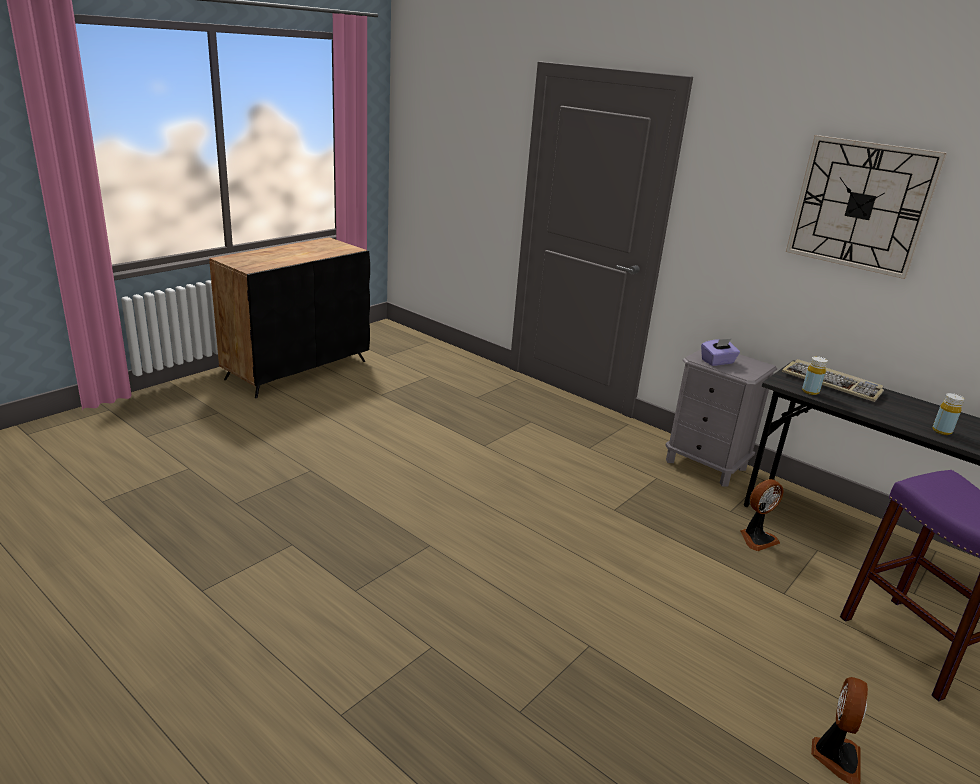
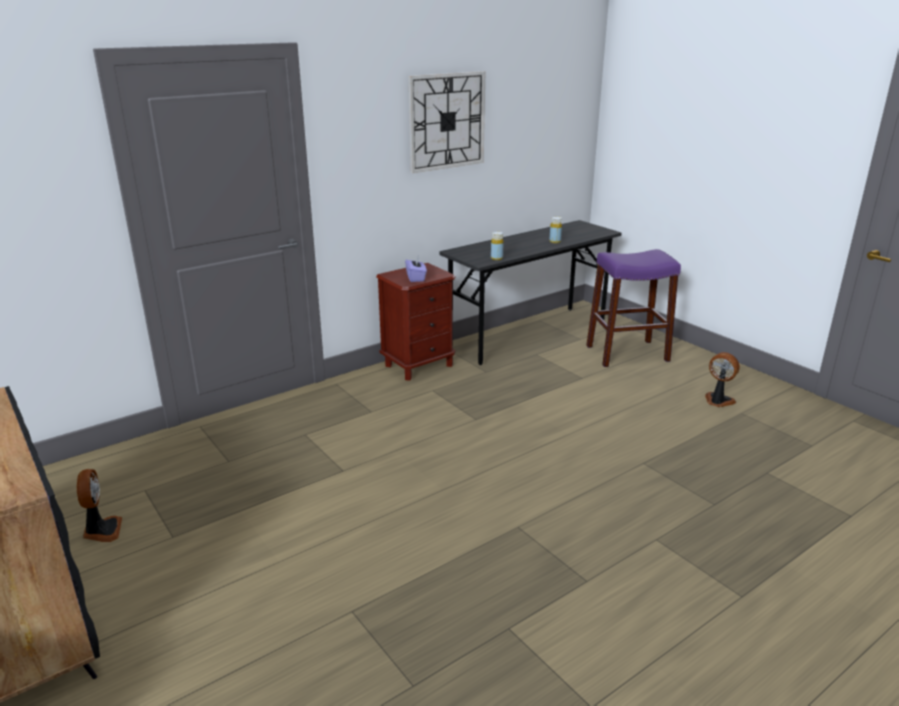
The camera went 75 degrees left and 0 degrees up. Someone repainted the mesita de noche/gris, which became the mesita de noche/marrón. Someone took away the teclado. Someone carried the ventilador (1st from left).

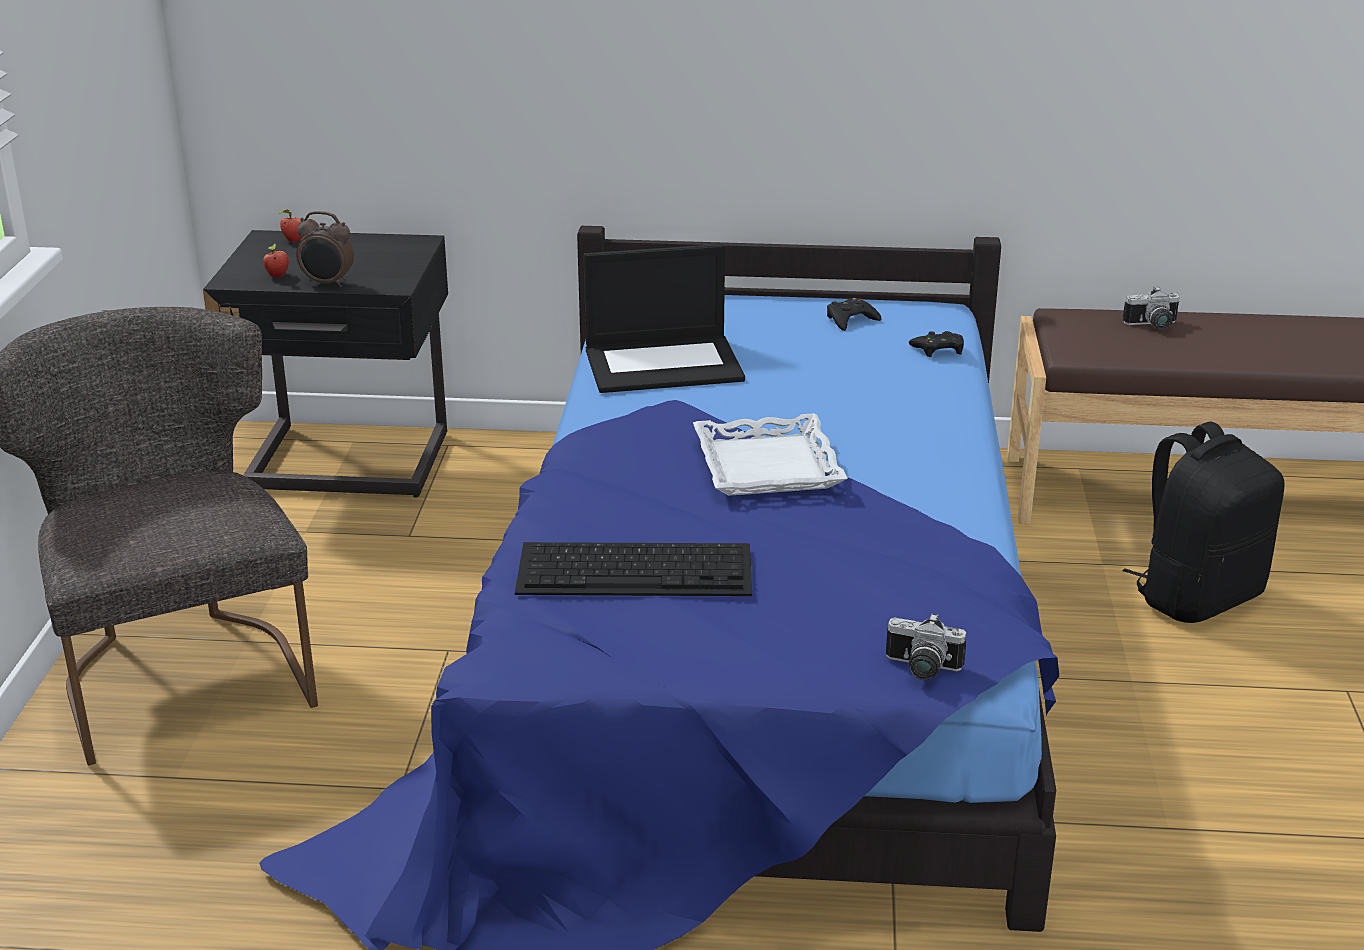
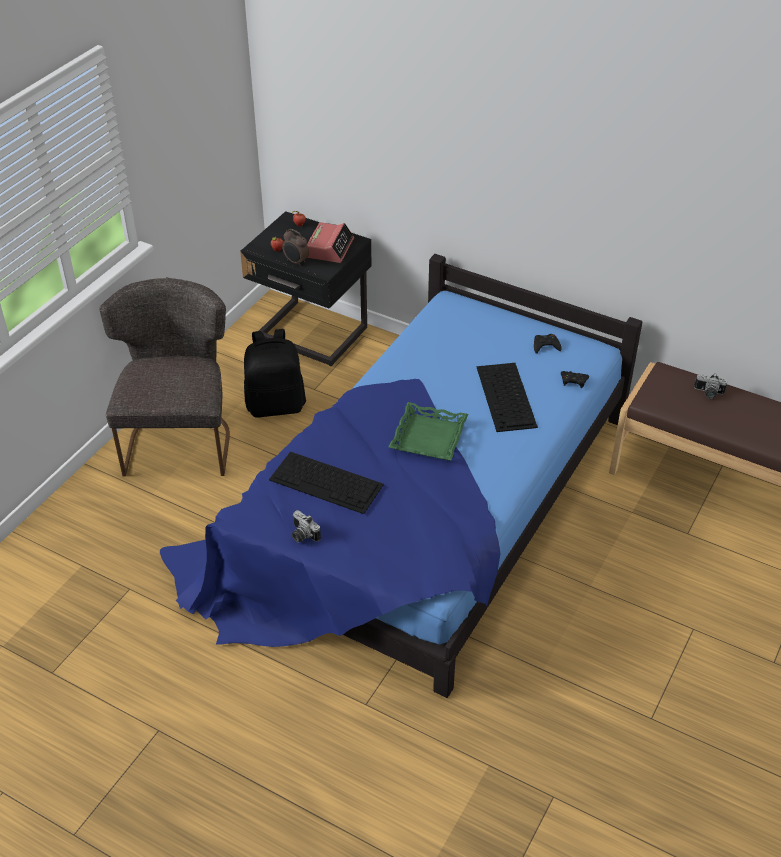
The camera went 25 degrees right and 15 degrees up. Someone took away the portátil. Someone repainted the bandeja/blanco, which became the bandeja/verde. Someone carried the mochila/negro. Someone carried the cámara (1st from left). Someone put down the despertador (2nd from left). Someone put down the teclado (2nd from left).

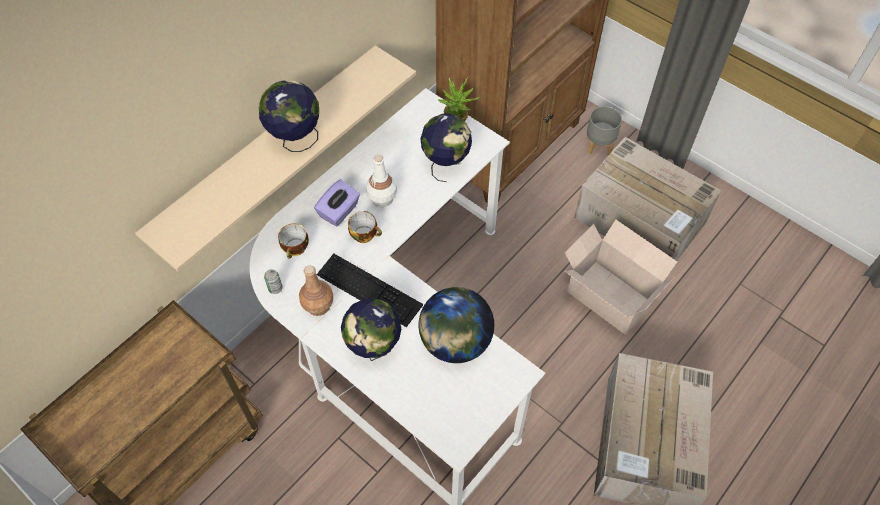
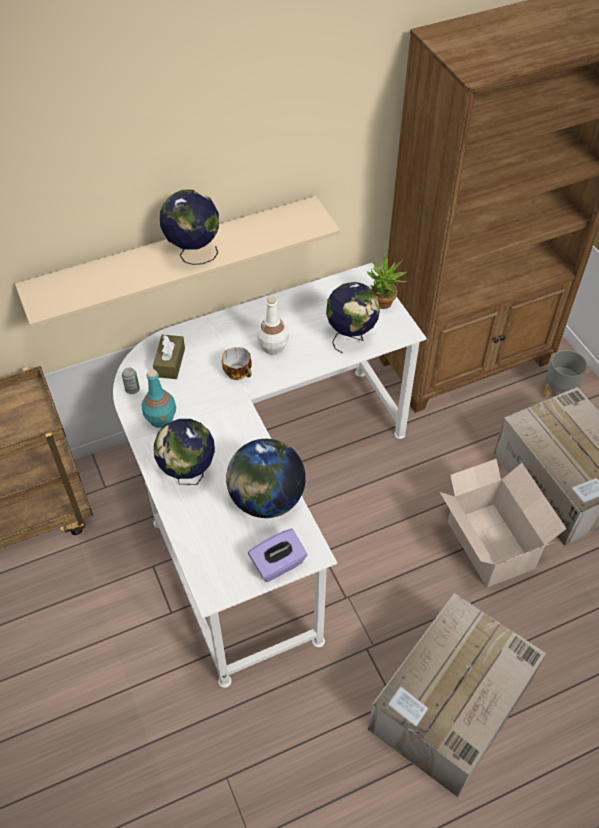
The camera went 25 degrees right and 5 degrees down. Someone carried the caja de pañuelos/morado. Someone swapped the taza (1st from left) for the caja de pañuelos/marrón. Someone took away the teclado. Someone repainted the botella/marrón, which became the botella/turquesa.

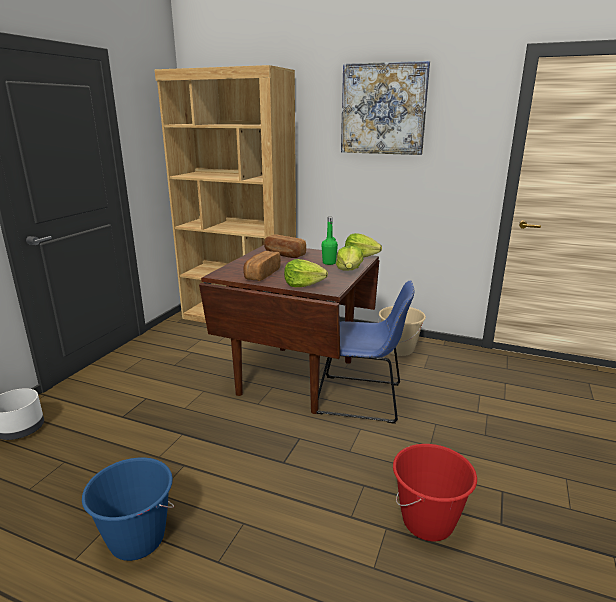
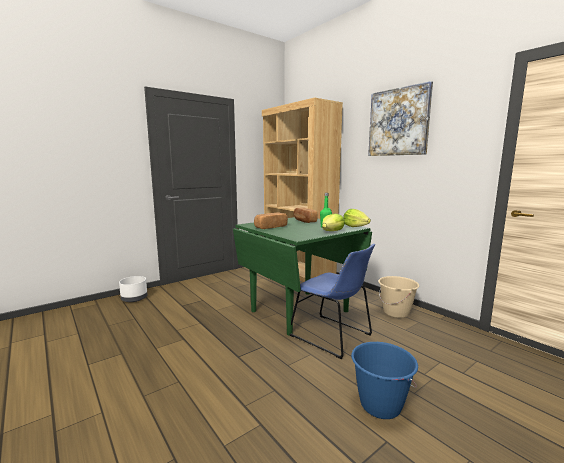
The camera went 30 degrees right and 10 degrees down. Someone repainted the mesa de comedor/marrón, which became the mesa de comedor/verde. Someone took away the lechuga (1st from left). Someone took away the cubo/rojo. Someone carried the cubo/azul.

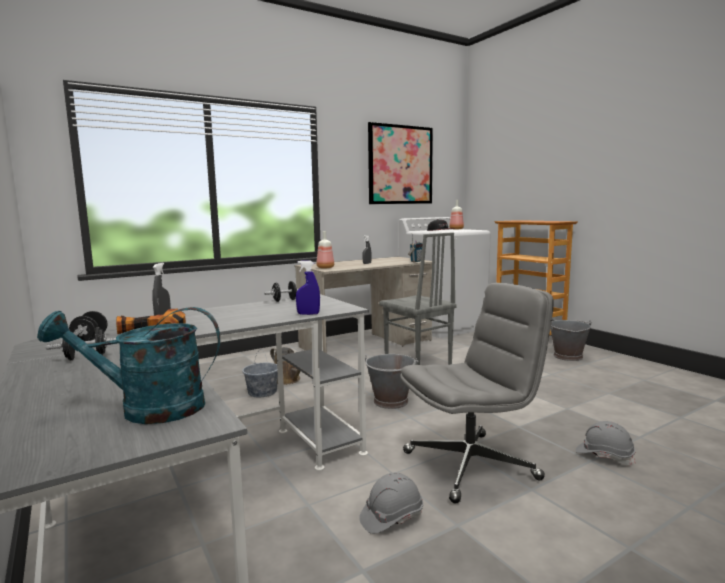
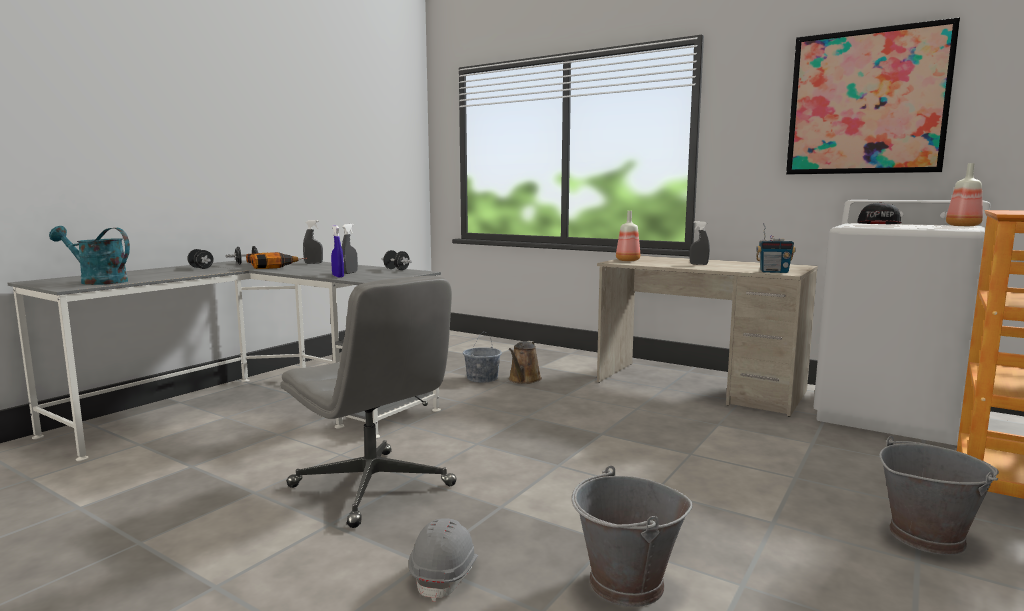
The camera went 65 degrees right and 0 degrees up. Someone took away the silla/gris. Someone rotated the regadera/turquesa by 45 degrees counterclockwise. Someone carried the cubo/gris (2nd from left). Someone took away the casco/gris (1st from left). Someone put down the pulverizador/gris (2nd from left).

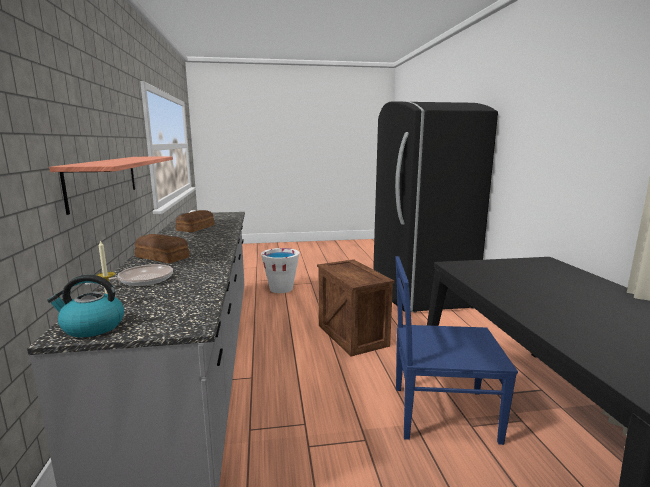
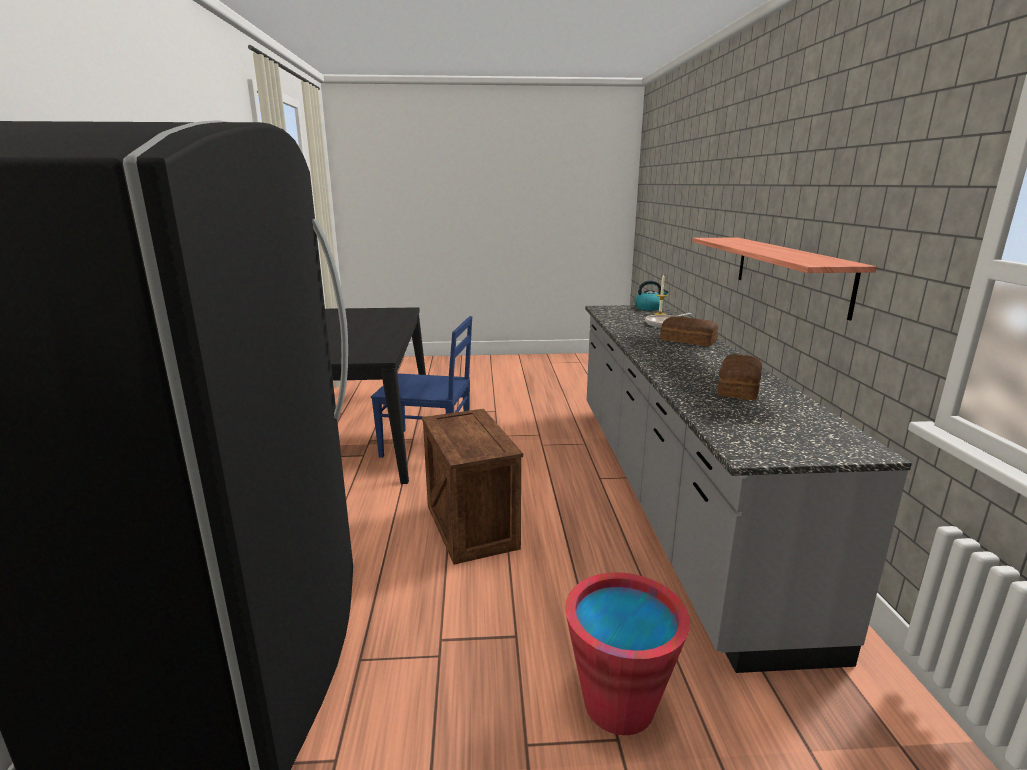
The camera went 175 degrees left and 5 degrees up. Someone repainted the cubo/blanco, which became the cubo/rojo.

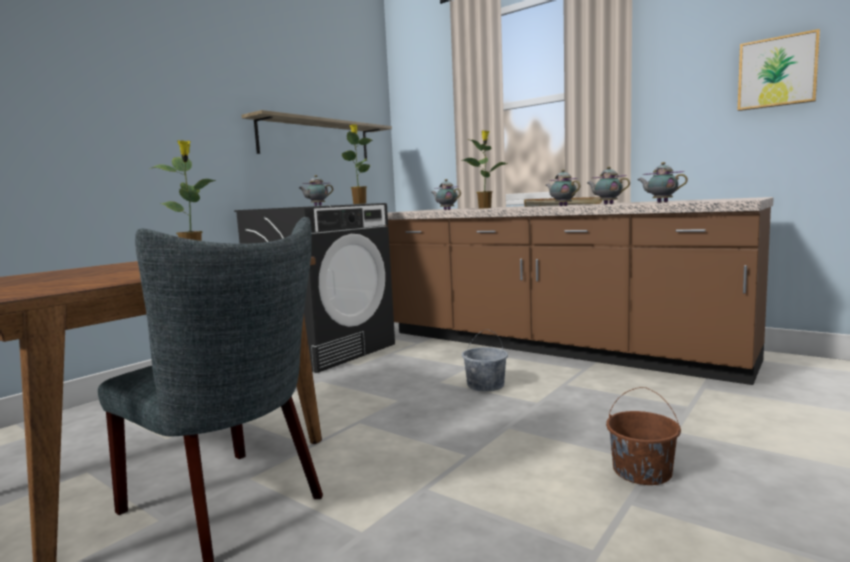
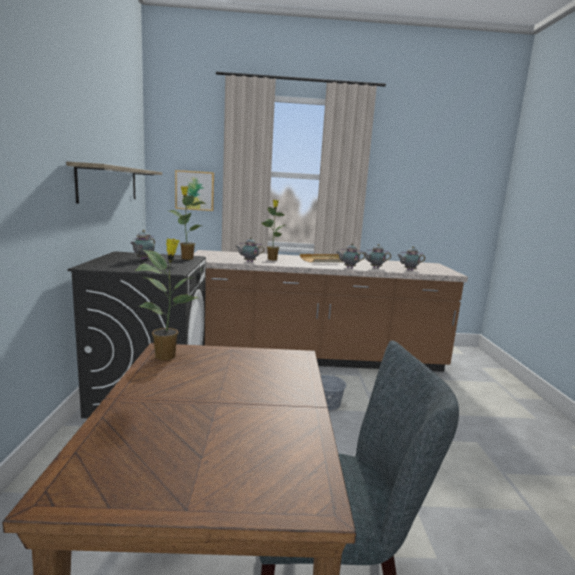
The camera went 40 degrees left and 5 degrees up. Someone carried the cuadro. Someone took away the cubo/marrón.

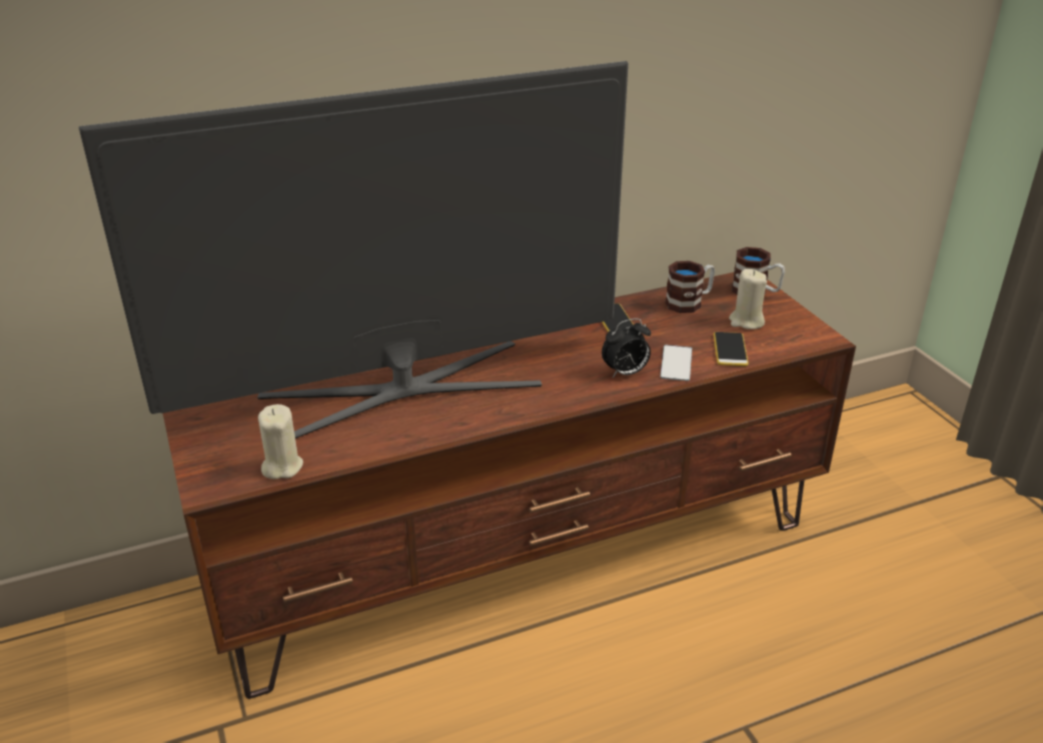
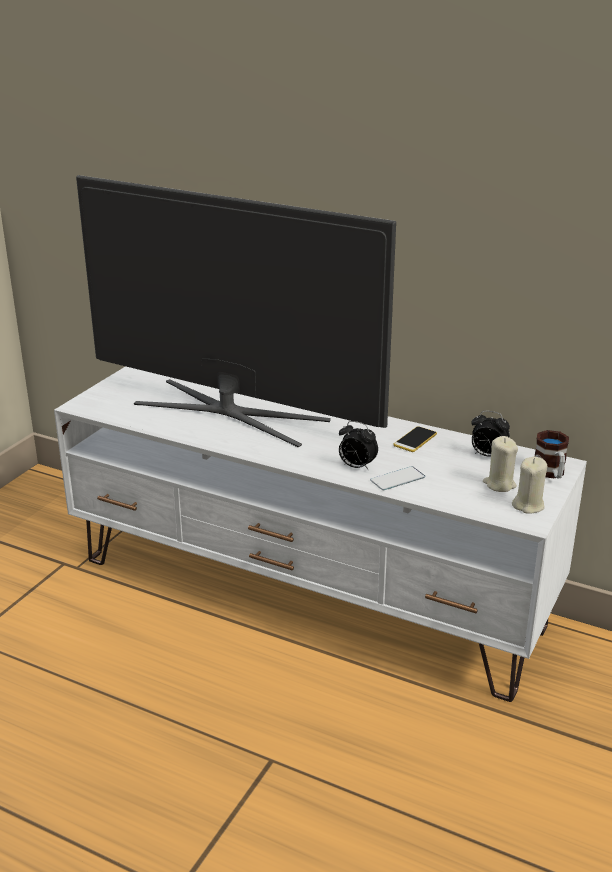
The camera went 50 degrees right and 5 degrees down. Someone swapped the taza grande (1st from left) for the despertador (2nd from left). Someone repainted the mueble de televisión/marrón, which became the mueble de televisión/blanco. Someone took away the móvil (3rd from left). Someone carried the vela/beis (1st from left in the first image).

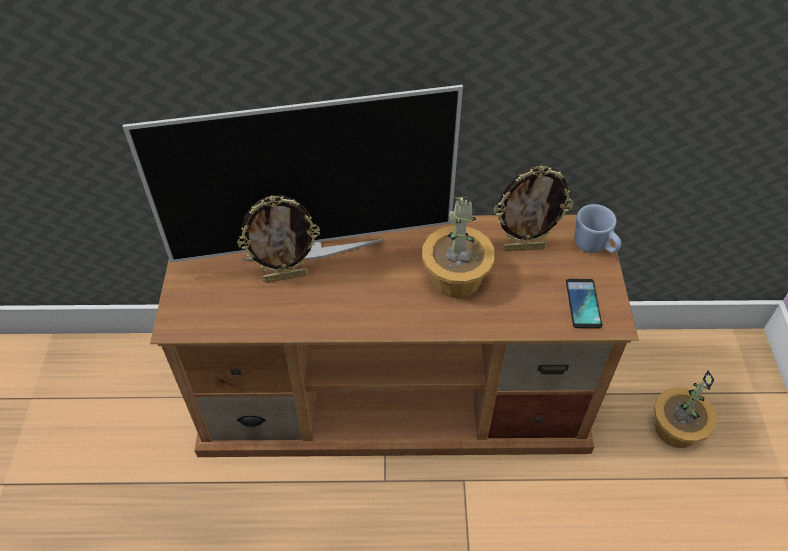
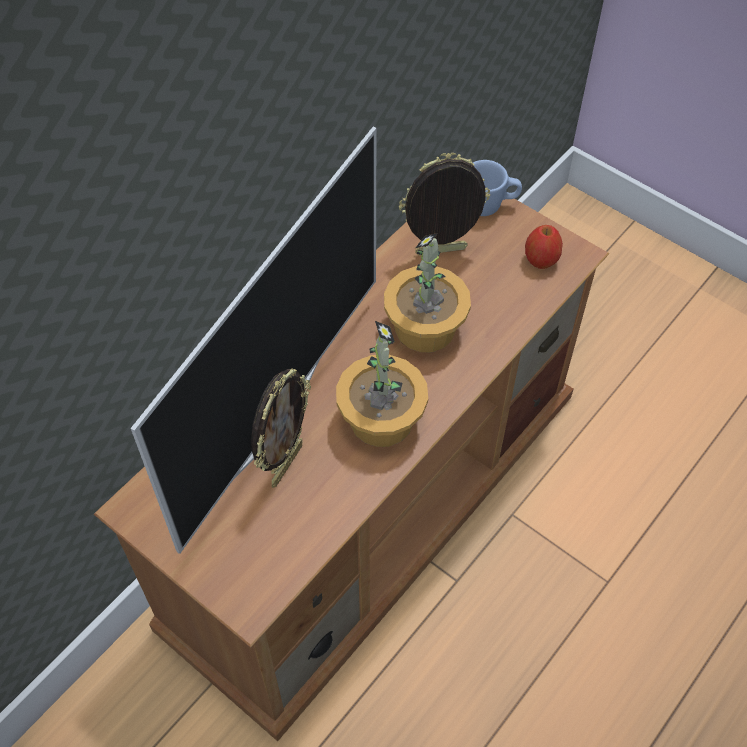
The camera went 50 degrees left and 5 degrees up. Someone rotated the portarretratos (2nd from left) by 135 degrees counterclockwise. Someone swapped the móvil for the manzana. Someone carried the planta en maceta (2nd from left in the first image).

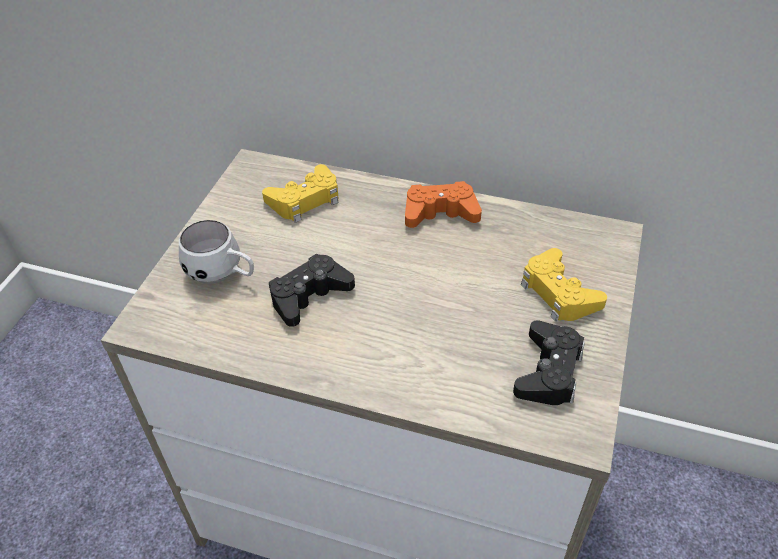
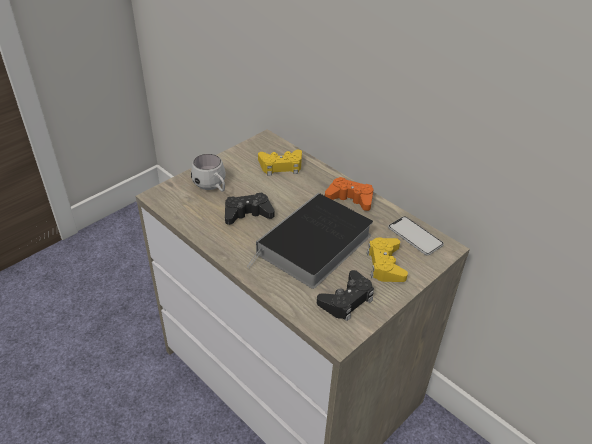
The camera went 25 degrees right and 5 degrees down. Someone put down the libro. Someone put down the móvil.

